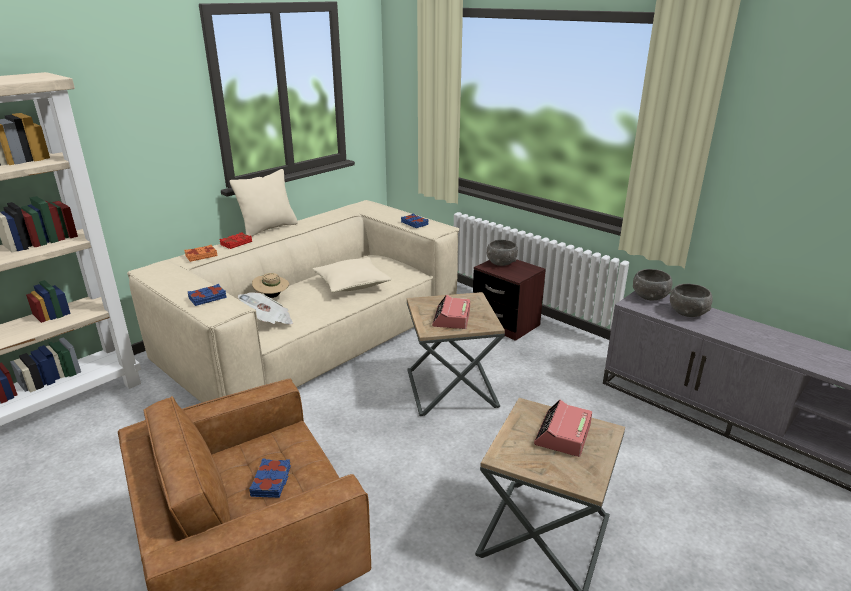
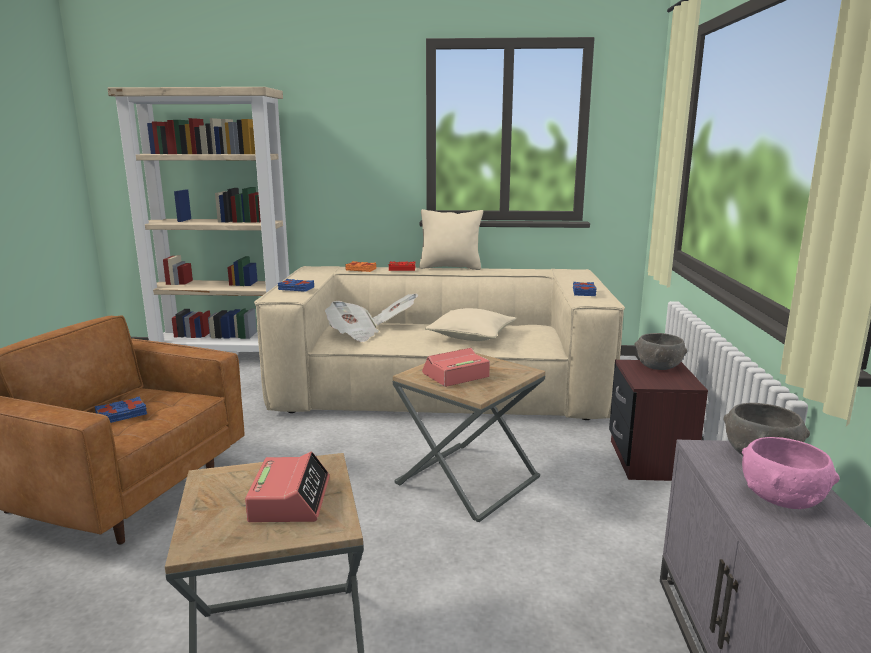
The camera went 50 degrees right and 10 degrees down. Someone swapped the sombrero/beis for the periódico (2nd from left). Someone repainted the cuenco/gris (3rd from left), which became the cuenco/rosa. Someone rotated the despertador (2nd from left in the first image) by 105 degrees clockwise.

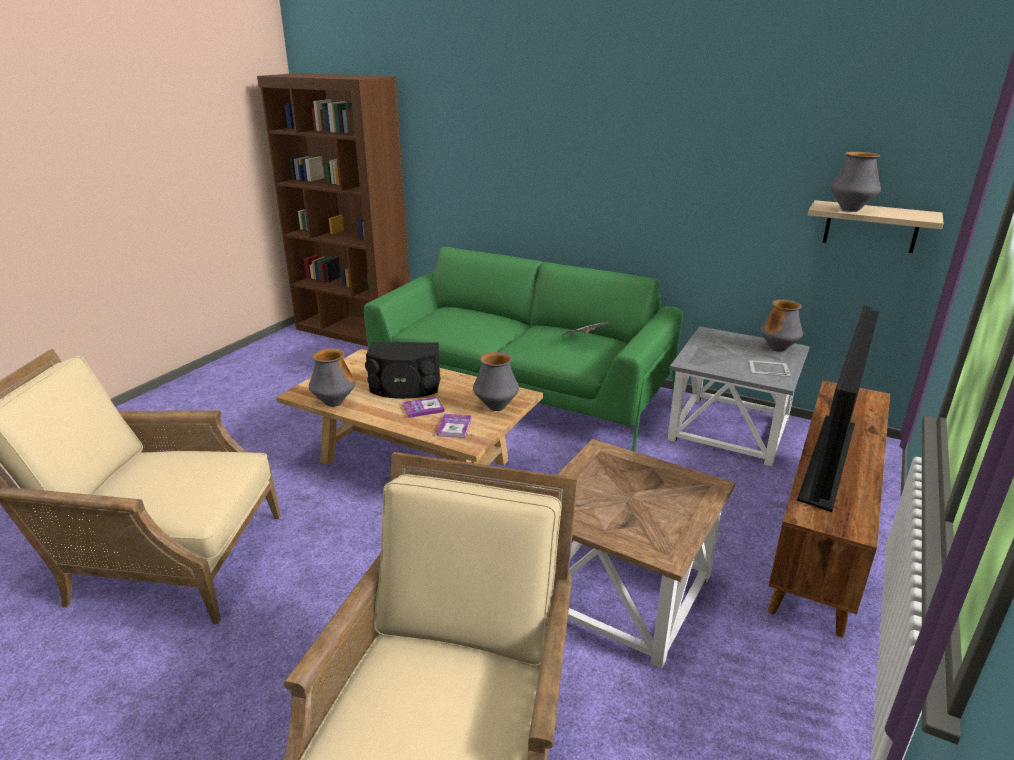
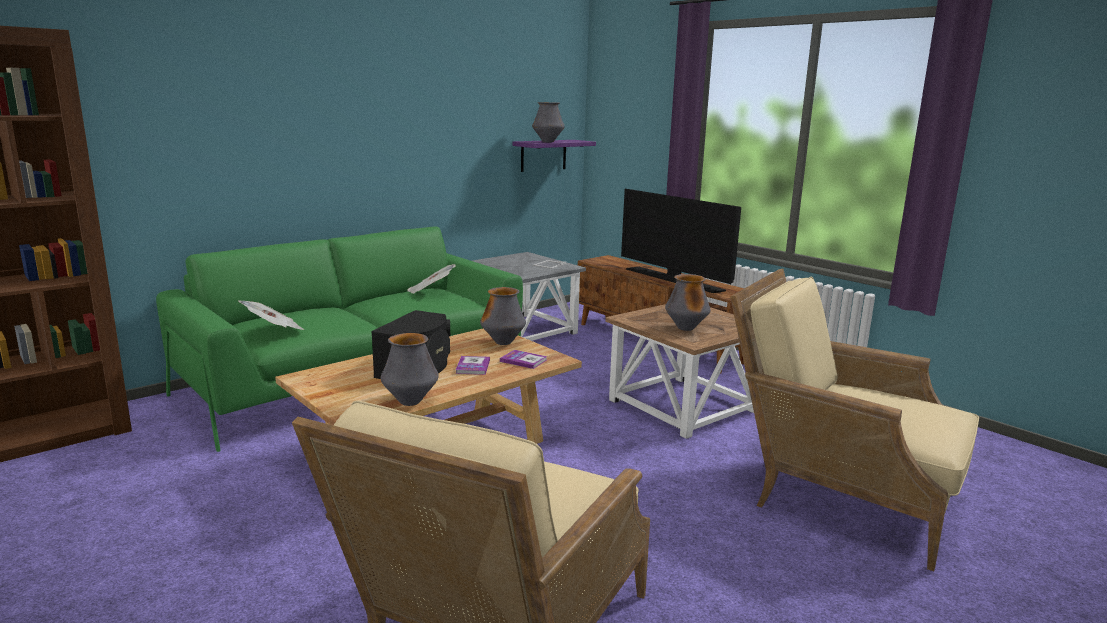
The camera went 70 degrees left and 10 degrees down. Someone repainted the estante/beis, which became the estante/morado. Someone carried the florero (3rd from left in the first image). Someone put down the periódico (1st from left).

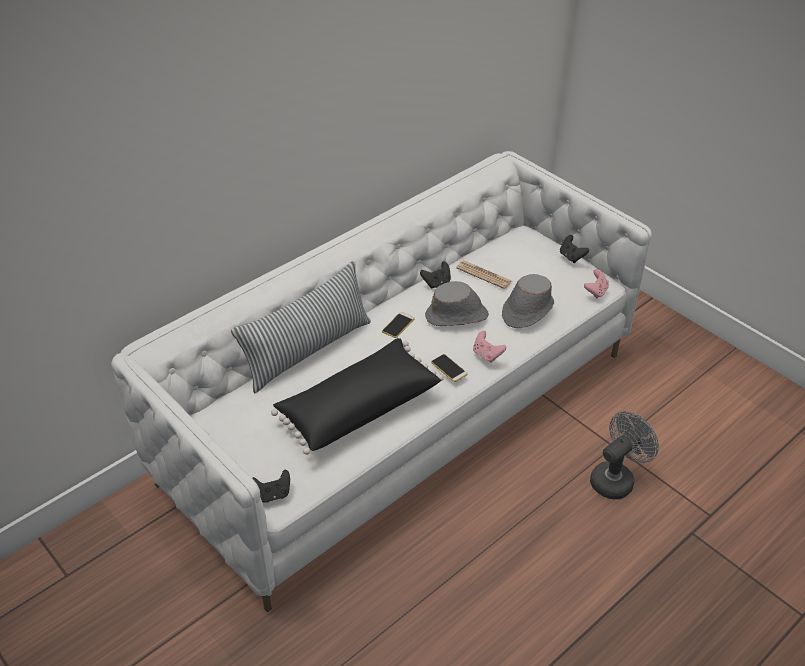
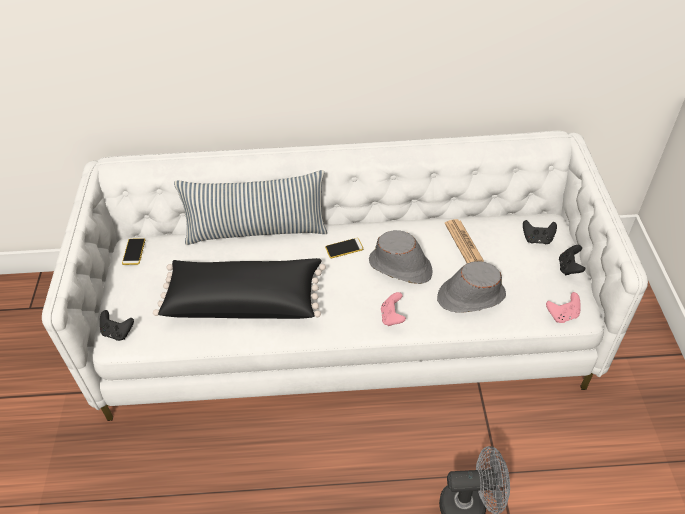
The camera went 40 degrees right and 5 degrees up. Someone carried the mando de consola/negro (2nd from left). Someone carried the móvil (2nd from left in the first image).

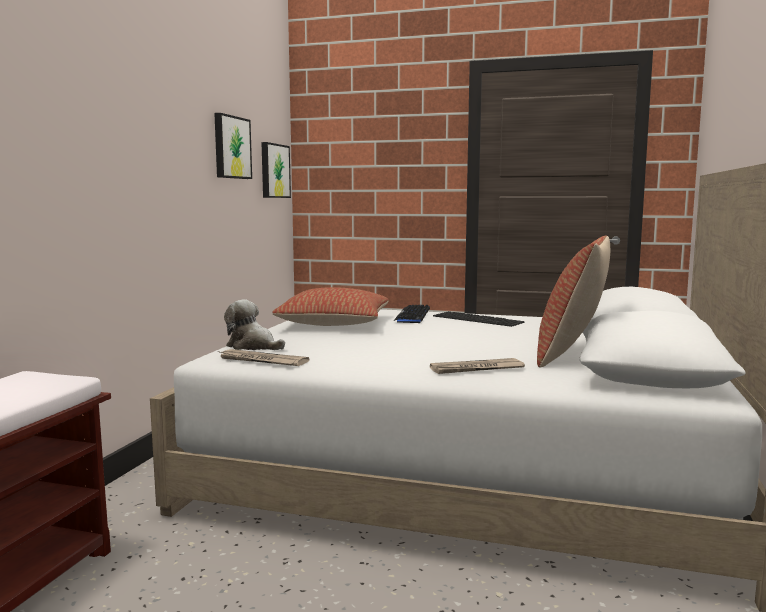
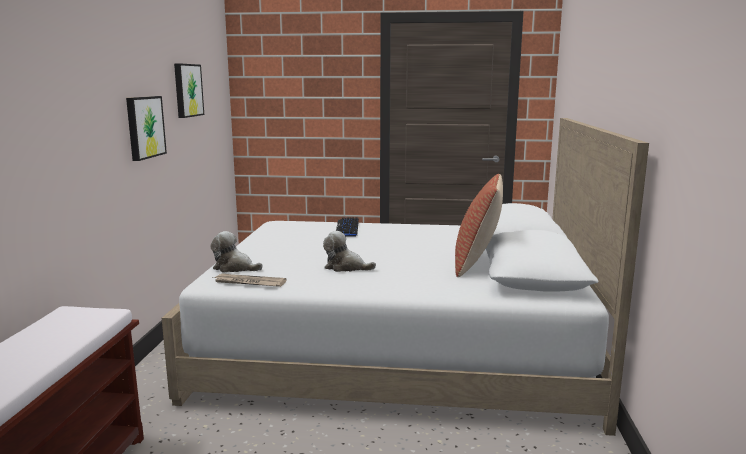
The camera went 10 degrees left and 5 degrees up. Someone carried the cuadro (2nd from left in the first image). Someone took away the cojín (1st from left). Someone took away the teclado (2nd from left). Someone took away the periódico (2nd from left). Someone put down the peluche (2nd from left).

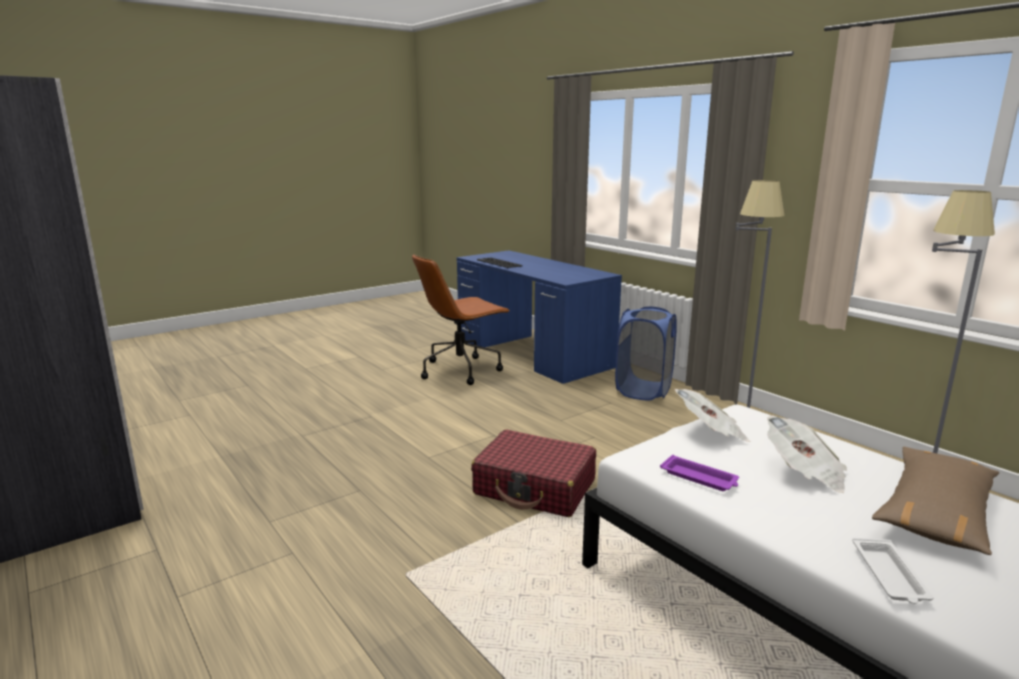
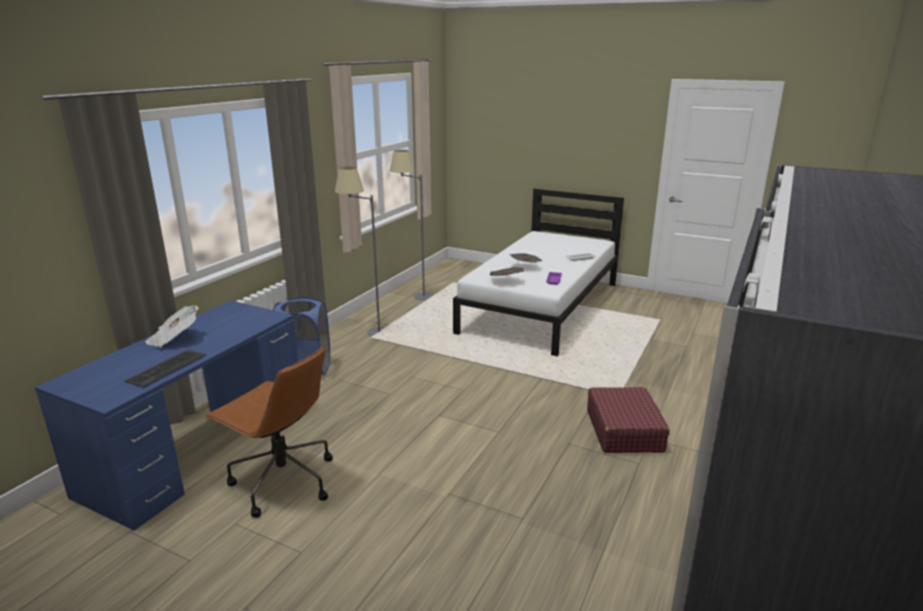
The camera went 115 degrees left and 5 degrees up. Someone carried the maleta/rojo. Someone took away the cojín/marrón. Someone put down the periódico (1st from left).

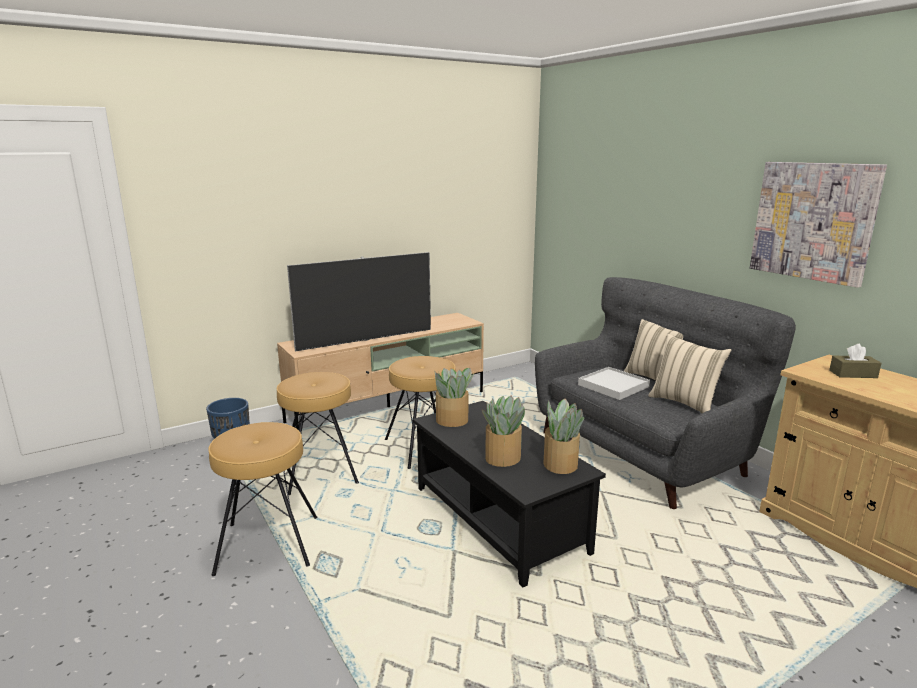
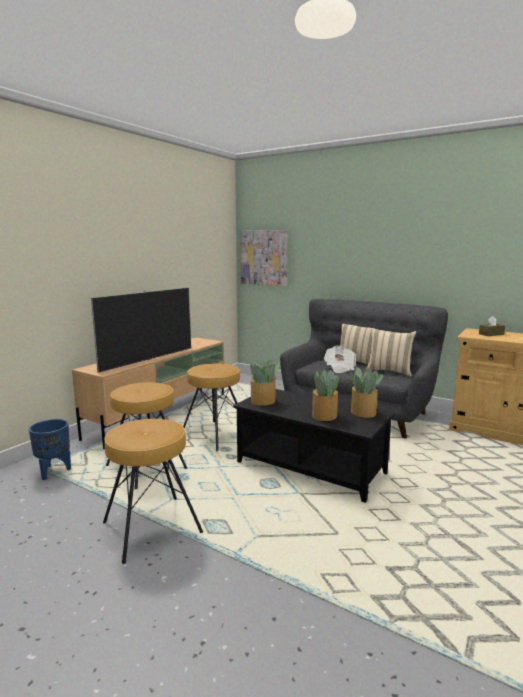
The camera went 25 degrees left and 5 degrees down. Someone carried the cuadro. Someone swapped the bandeja/blanco for the periódico.

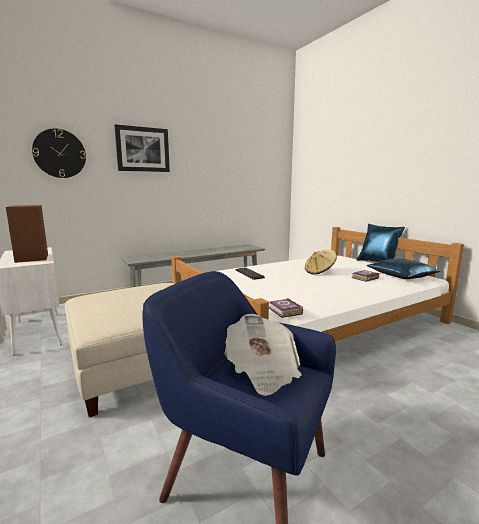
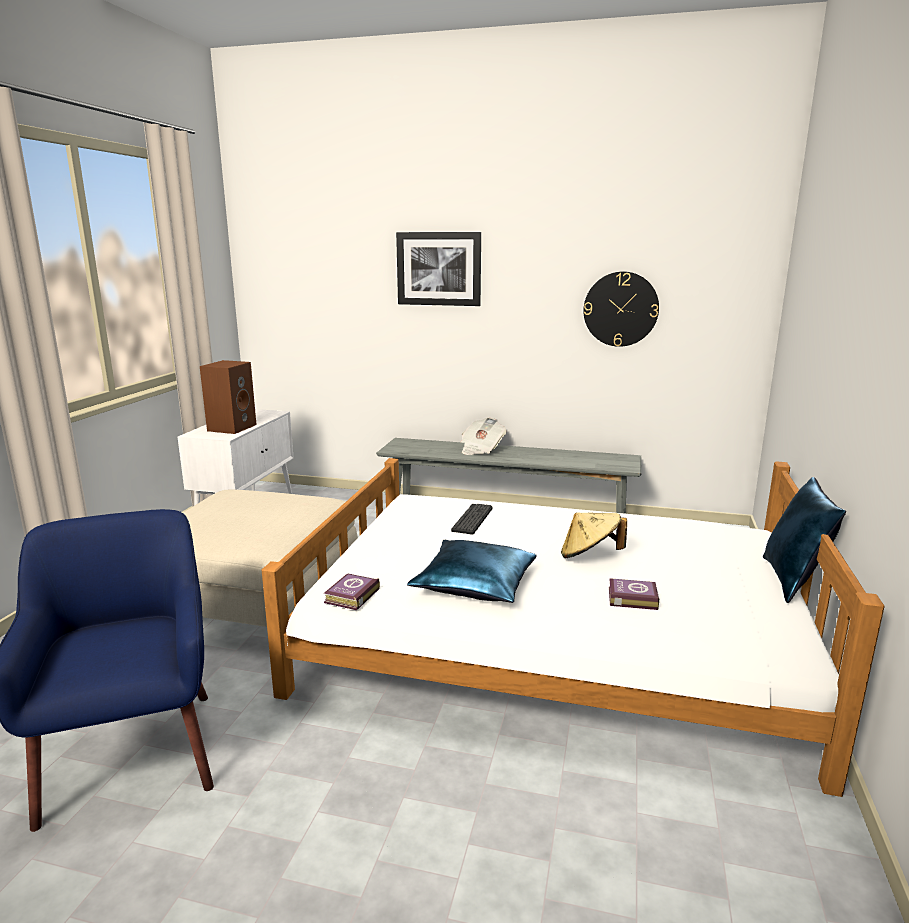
The camera went 45 degrees right and 5 degrees up. Someone carried the reloj de pared. Someone carried the cojín/azul (2nd from left in the first image). Someone carried the periódico.

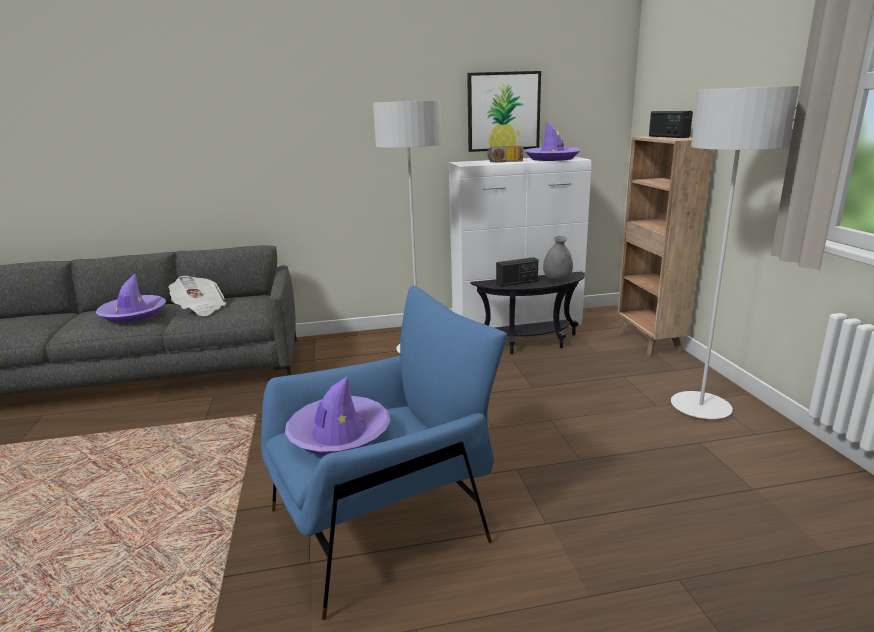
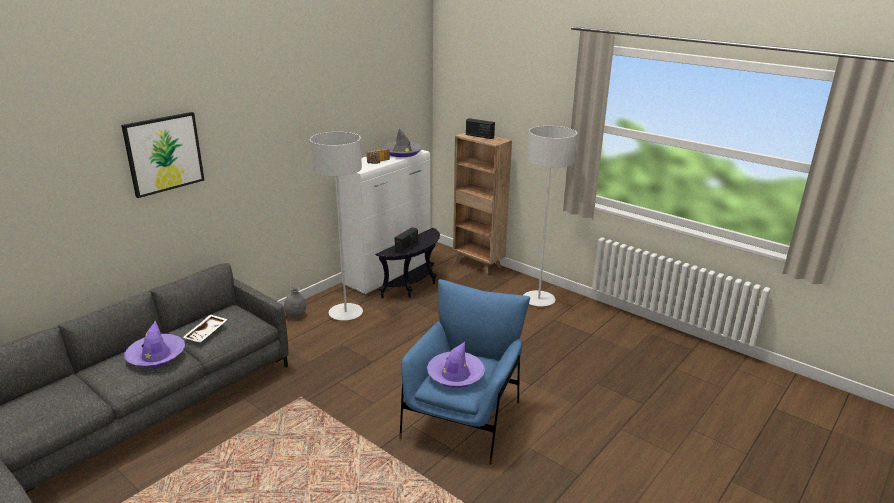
The camera went 40 degrees left and 5 degrees up. Someone carried the cuadro. Someone repainted the sombrero/morado (3rd from left), which became the sombrero/gris. Someone carried the florero/gris. Someone swapped the periódico for the bandeja/blanco.

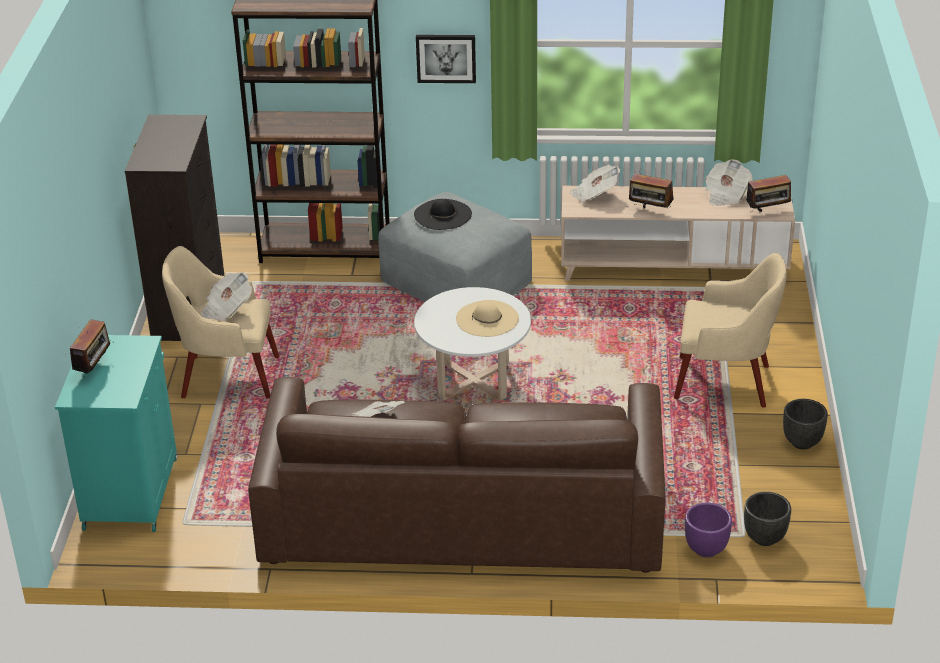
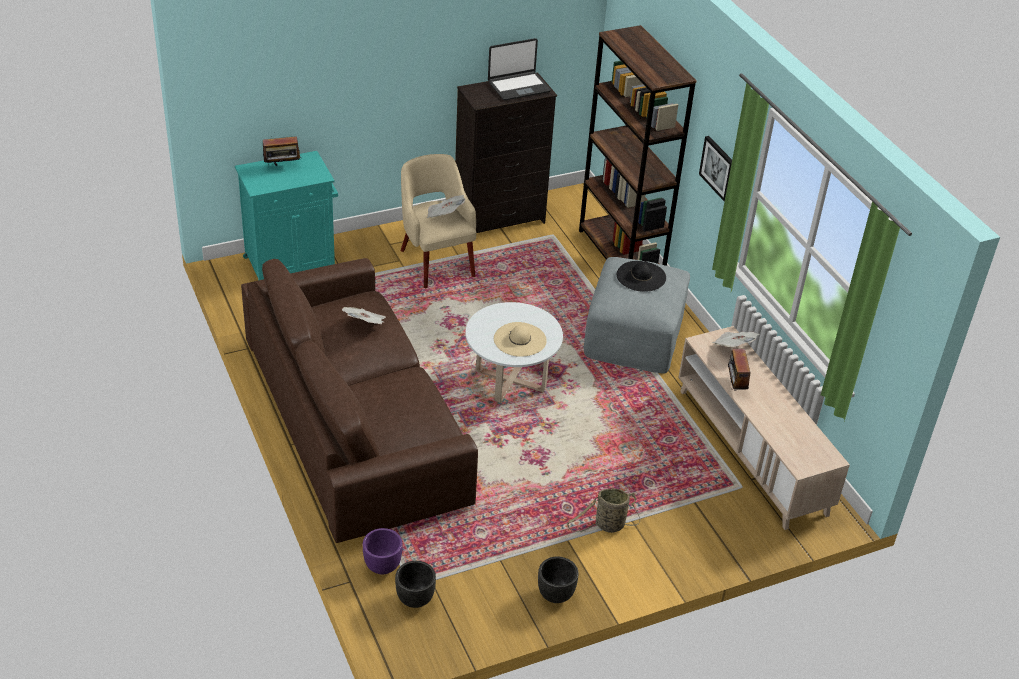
The camera went 60 degrees right and 5 degrees up. Someone took away the periódico (4th from left). Someone took away the radio (3rd from left). Someone swapped the sillón/beis (2nd from left) for the cesta. Someone put down the portátil.

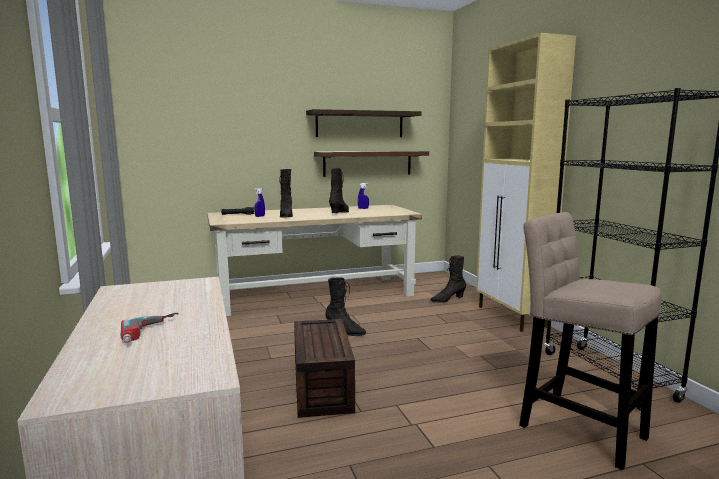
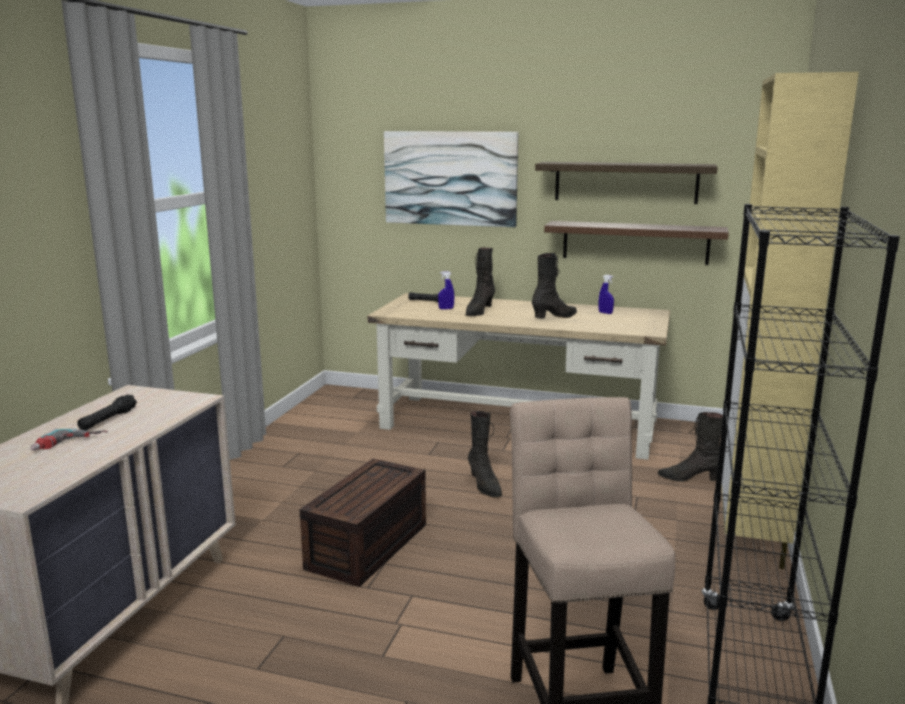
The camera went 35 degrees right and 5 degrees up. Someone put up the cuadro. Someone put down the linterna/negro (1st from left).

